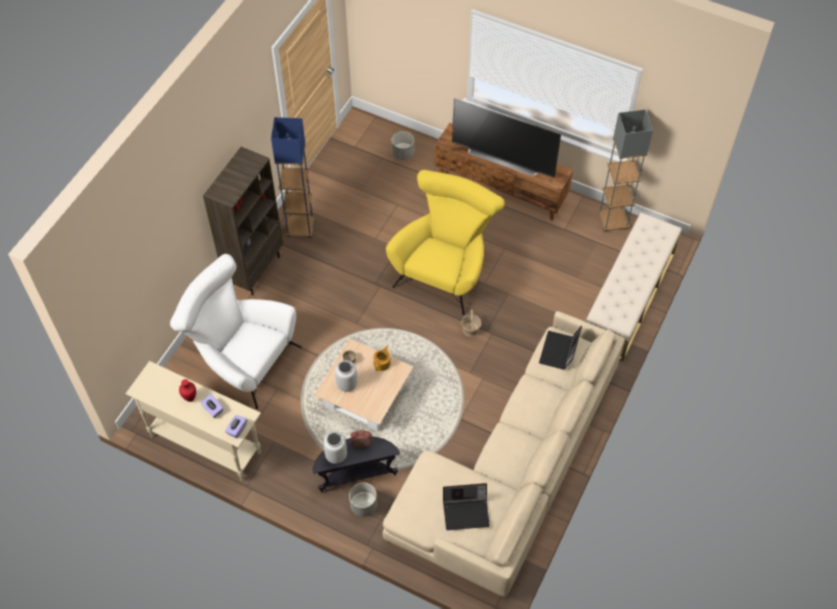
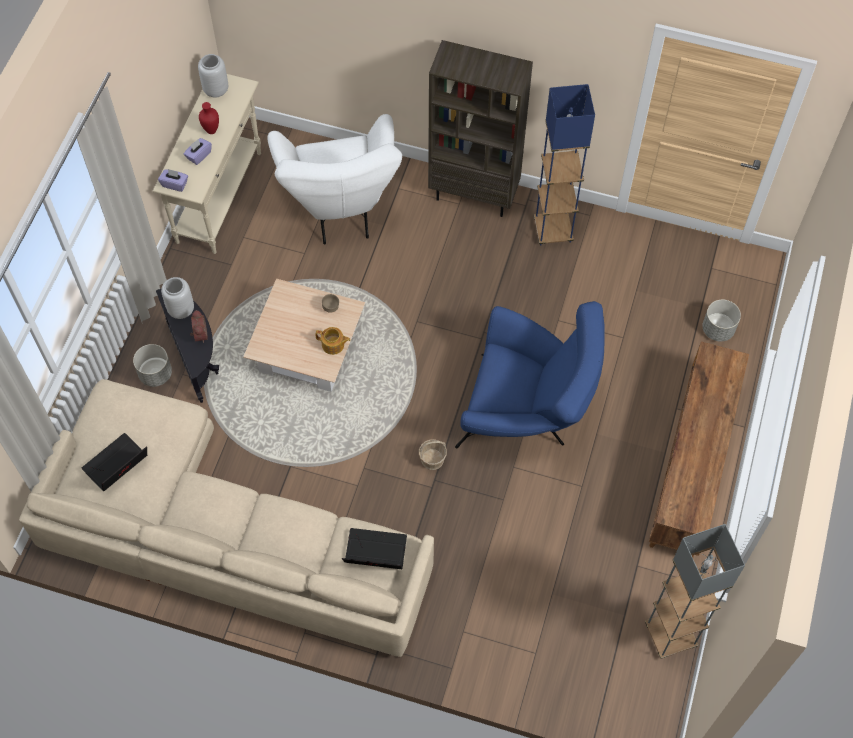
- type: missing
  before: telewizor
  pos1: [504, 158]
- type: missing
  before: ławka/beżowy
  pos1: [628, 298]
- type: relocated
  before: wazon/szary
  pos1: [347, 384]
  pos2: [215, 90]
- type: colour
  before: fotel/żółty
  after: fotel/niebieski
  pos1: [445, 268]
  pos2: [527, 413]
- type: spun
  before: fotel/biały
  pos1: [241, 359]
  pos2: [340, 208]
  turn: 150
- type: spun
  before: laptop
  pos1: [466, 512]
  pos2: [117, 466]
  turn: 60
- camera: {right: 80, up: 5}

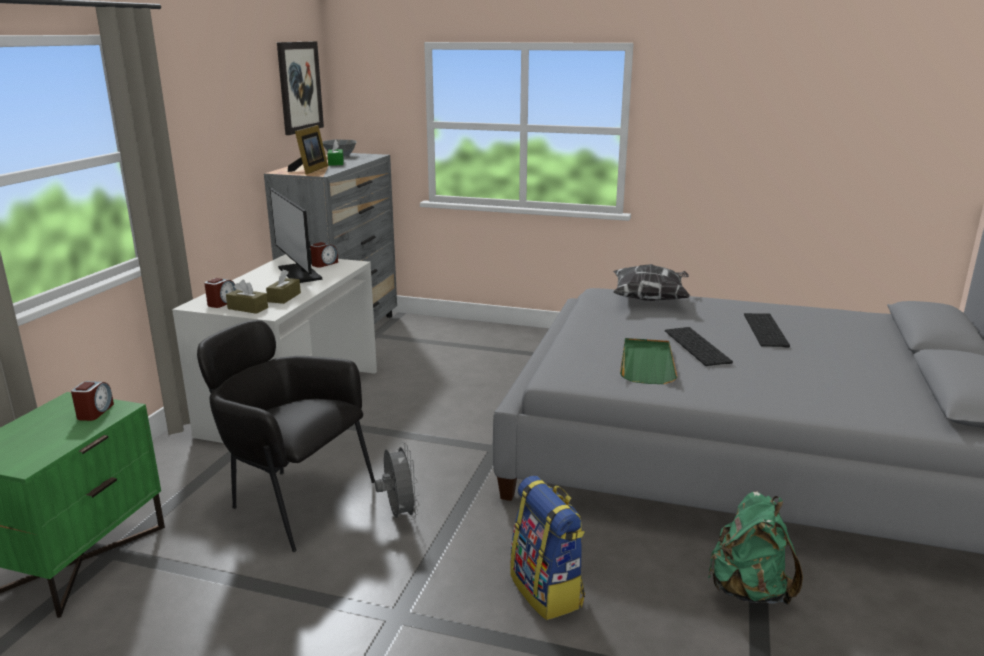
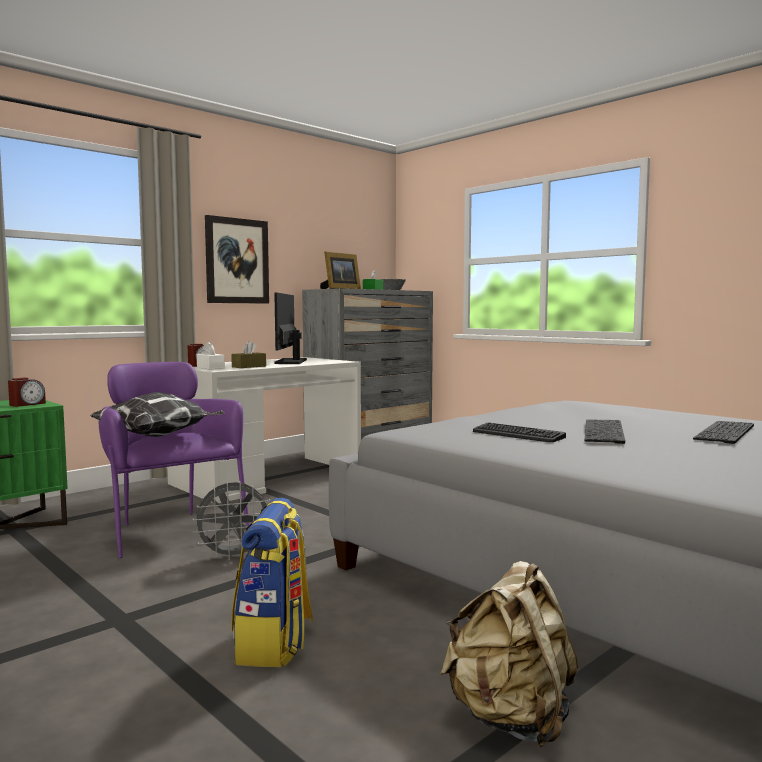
- type: missing
  before: budzik
  pos1: [324, 264]
- type: relocated
  before: obraz
  pos1: [299, 87]
  pos2: [237, 261]
- type: relocated
  before: poduszka
  pos1: [650, 299]
  pos2: [159, 436]
- type: exchanged
  before: taca/zielony
  after: klawiatura
  pos1: [647, 363]
  pos2: [517, 434]
- type: colour
  before: fotel/czarny
  after: fotel/fioletowy
  pos1: [292, 500]
  pos2: [171, 529]
- type: colour
  before: pudełko chusteczek/brązowy
  after: pudełko chusteczek/biały
  pos1: [248, 308]
  pos2: [210, 368]
- type: colour
  before: plecak/zielony
  after: plecak/beżowy
  pos1: [748, 590]
  pos2: [510, 718]
- type: spun
  before: wentylator/szary
  pos1: [399, 514]
  pos2: [234, 556]
  turn: 60
- camera: {right: 30, up: -15}

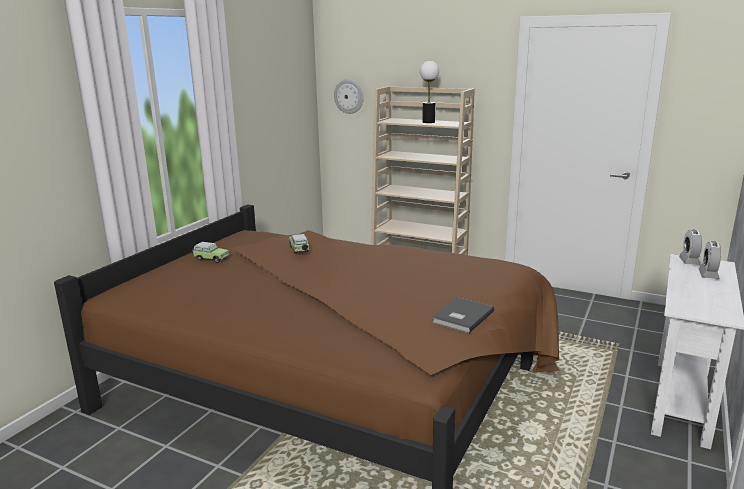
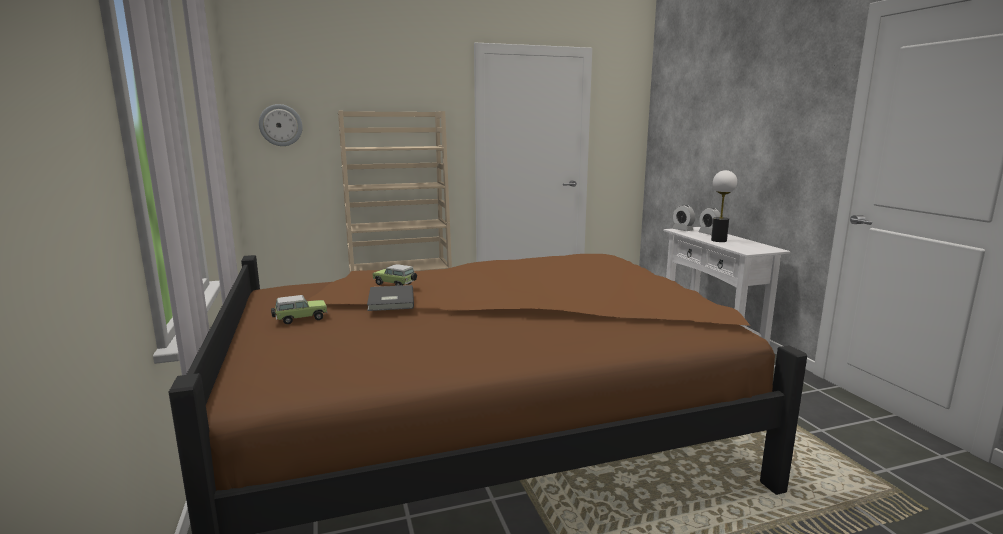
- type: relocated
  before: lampa stołowa
  pos1: [428, 122]
  pos2: [718, 240]
- type: relocated
  before: książka/szary
  pos1: [461, 317]
  pos2: [389, 300]
- camera: {right: -45, up: -5}

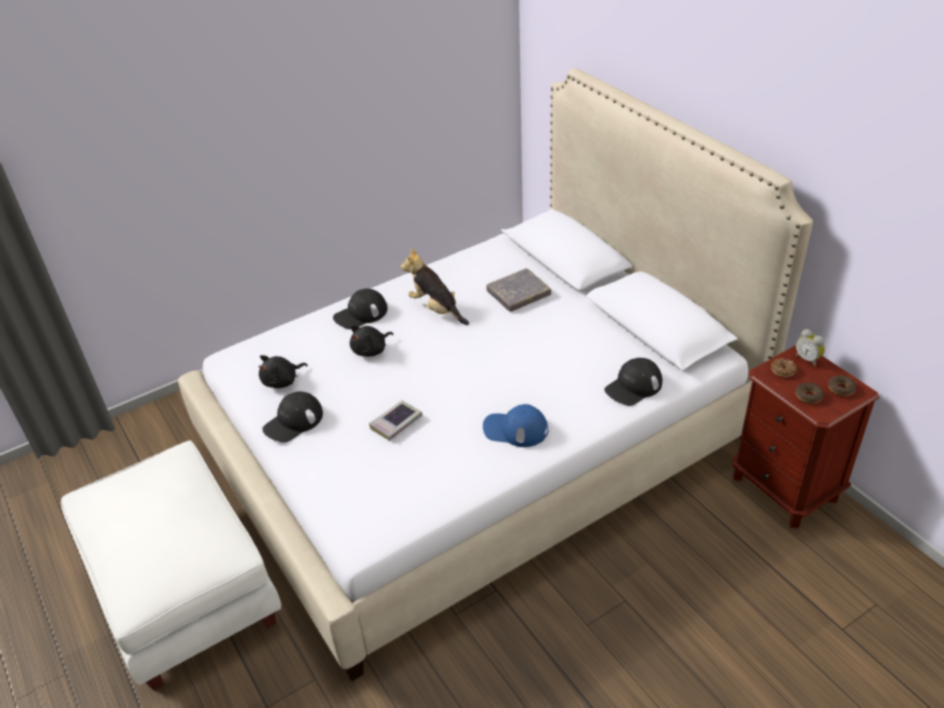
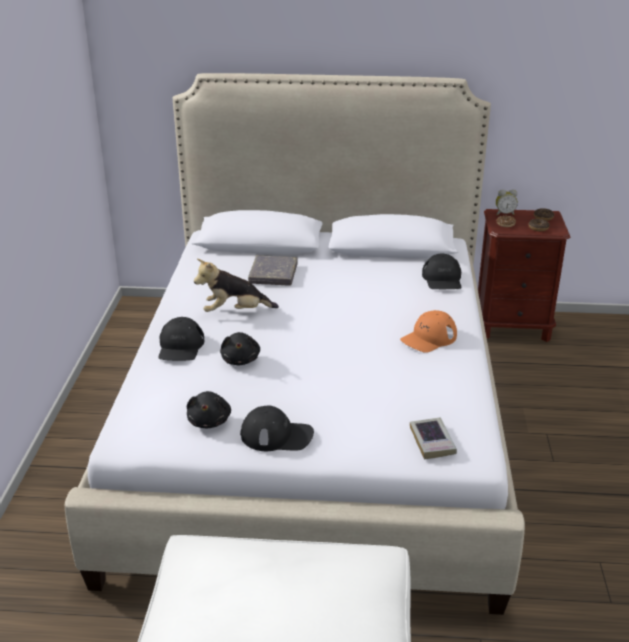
- type: relocated
  before: książka
  pos1: [396, 423]
  pos2: [432, 441]
- type: colour
  before: czapka z daszkiem/niebieski
  after: czapka z daszkiem/pomarańczowy
  pos1: [515, 429]
  pos2: [429, 338]
- type: spun
  before: czapka z daszkiem/czarny
  pos1: [293, 421]
  pos2: [277, 435]
  turn: -75
- camera: {right: -55, up: -10}

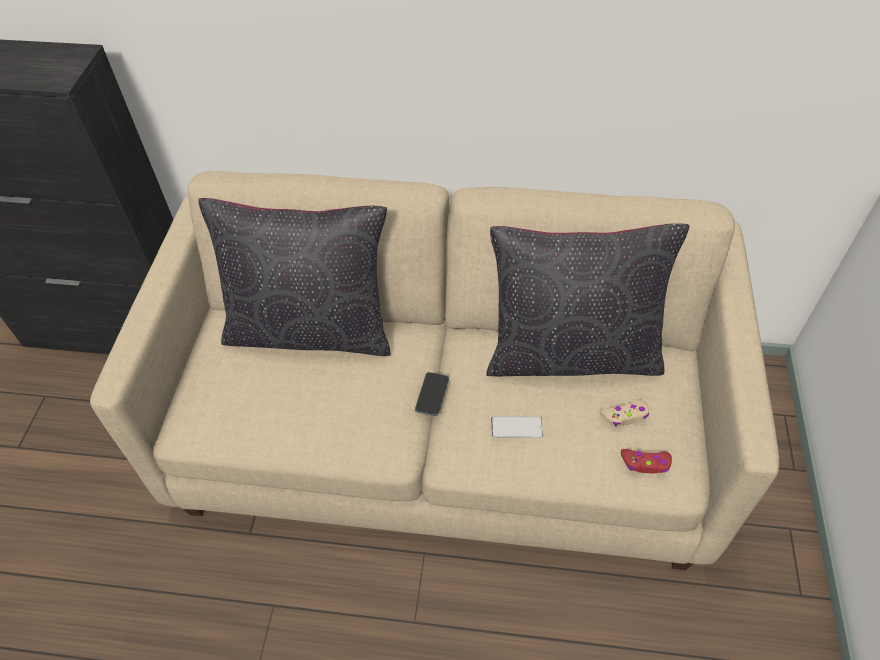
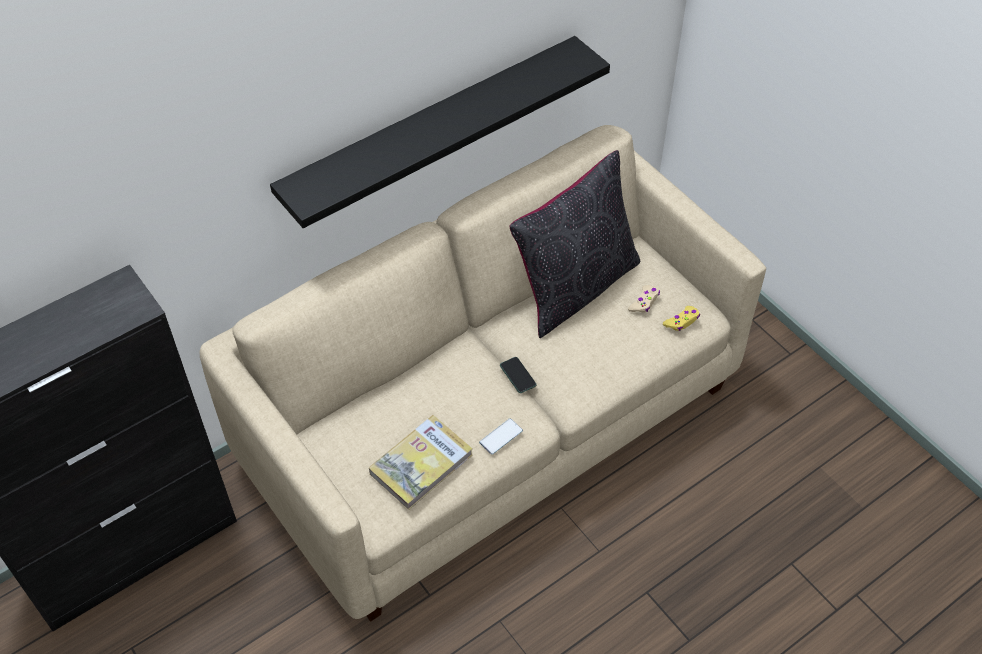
- type: missing
  before: poduszka/czarny
  pos1: [310, 329]
- type: appeared
  after: półka/czarny
  pos2: [432, 131]
- type: appeared
  after: książka
  pos2: [421, 464]
- type: relocated
  before: telefon
  pos1: [516, 427]
  pos2: [501, 436]
- type: colour
  before: pad do gier/czerwony
  after: pad do gier/żółty
  pos1: [645, 463]
  pos2: [682, 321]
- camera: {right: -45, up: 0}

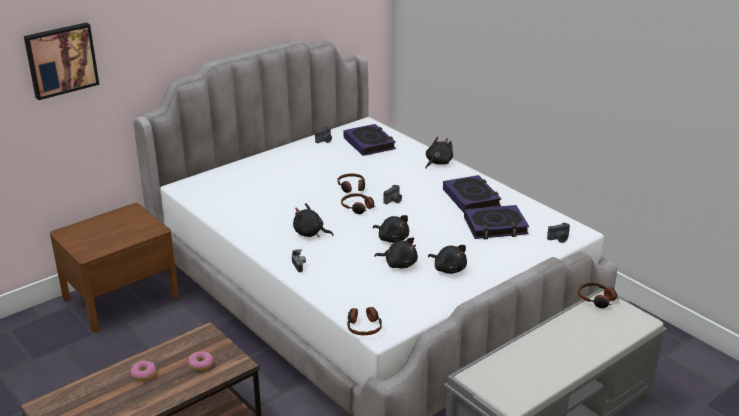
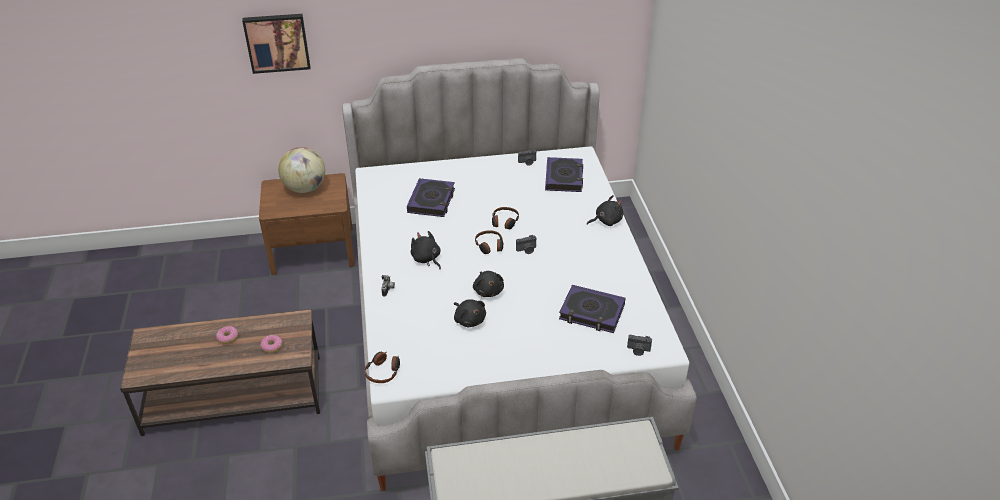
- type: missing
  before: pluszak/czarny
  pos1: [448, 269]
- type: missing
  before: słuchawki
  pos1: [597, 299]
- type: appeared
  after: globus
  pos2: [305, 188]
- type: relocated
  before: książka
  pos1: [471, 198]
  pos2: [431, 201]
- camera: {right: 30, up: 10}

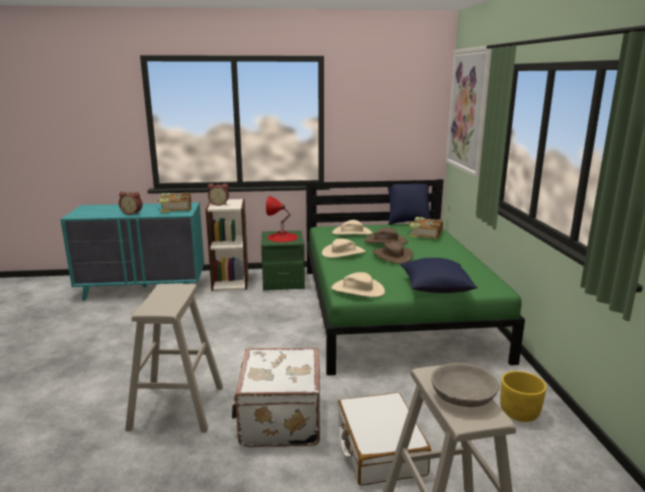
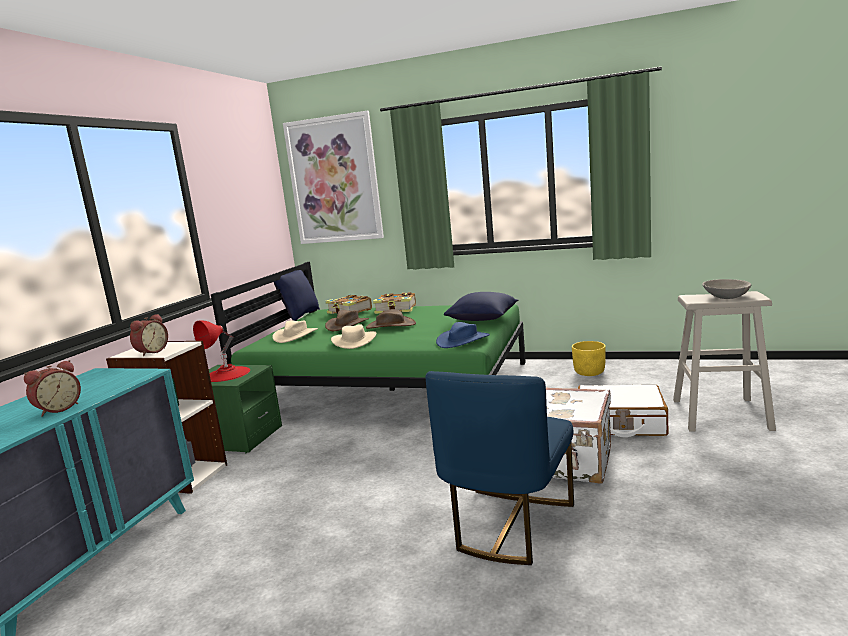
- type: relocated
  before: książka
  pos1: [175, 208]
  pos2: [396, 310]
- type: exchanged
  before: stołek/beżowy
  after: krzesło/niebieski
  pos1: [177, 407]
  pos2: [508, 525]
- type: colour
  before: kapelusz/beżowy
  after: kapelusz/niebieski
  pos1: [358, 290]
  pos2: [463, 340]
- camera: {right: -65, up: -5}

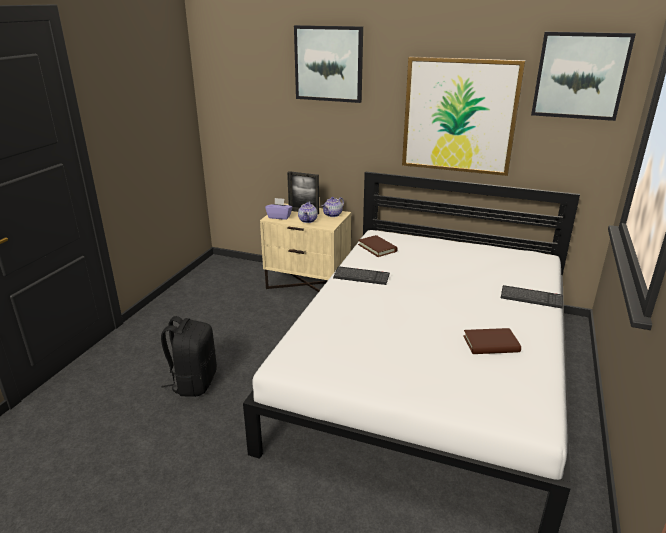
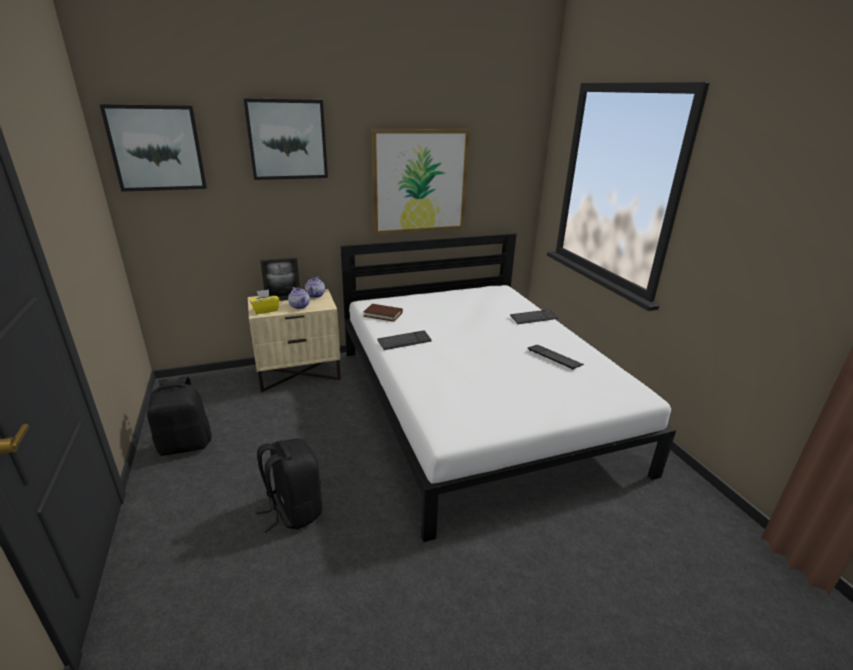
- type: appeared
  after: plecak/czarny
  pos2: [185, 444]
- type: relocated
  before: obraz
  pos1: [580, 76]
  pos2: [157, 148]
- type: exchanged
  before: książka/brązowy
  after: klawiatura
  pos1: [491, 344]
  pos2: [554, 357]
- type: colour
  before: pudełko chusteczek/fioletowy
  after: pudełko chusteczek/żółty
  pos1: [279, 217]
  pos2: [265, 310]
- camera: {right: -40, up: 0}

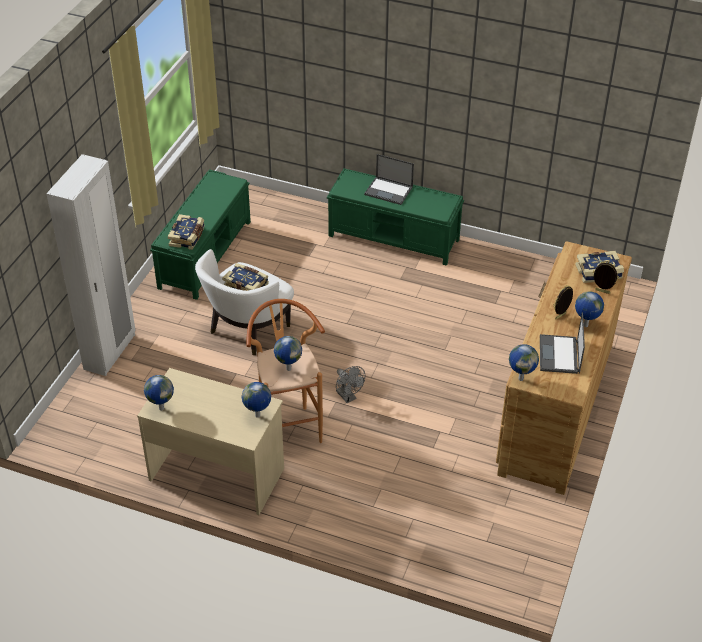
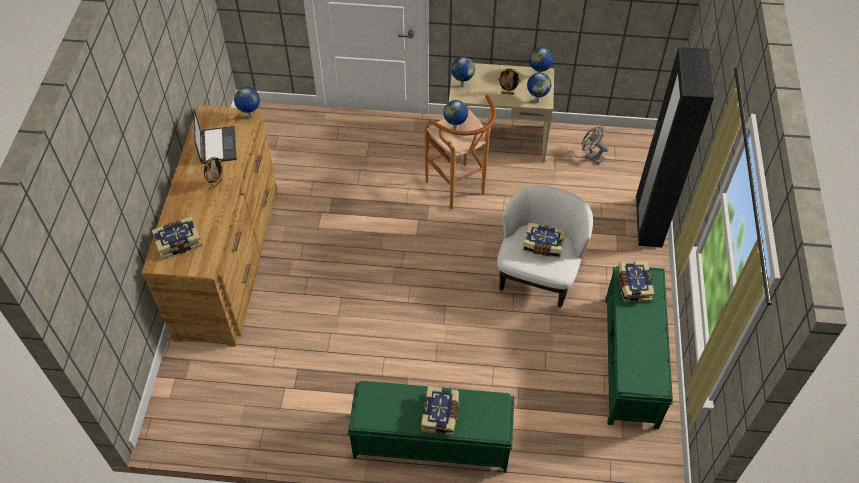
- type: relocated
  before: wentylator/szary
  pos1: [348, 397]
  pos2: [591, 156]
- type: relocated
  before: globus
  pos1: [585, 326]
  pos2: [537, 101]
- type: relocated
  before: ramka na zdjęcie
  pos1: [602, 292]
  pos2: [507, 93]
- type: exchanged
  before: laptop
  after: książka
  pos1: [389, 191]
  pos2: [441, 414]
- type: colour
  before: szafa/biały
  after: szafa/czarny
  pos1: [110, 352]
  pos2: [648, 223]
- camera: {right: 165, up: 10}

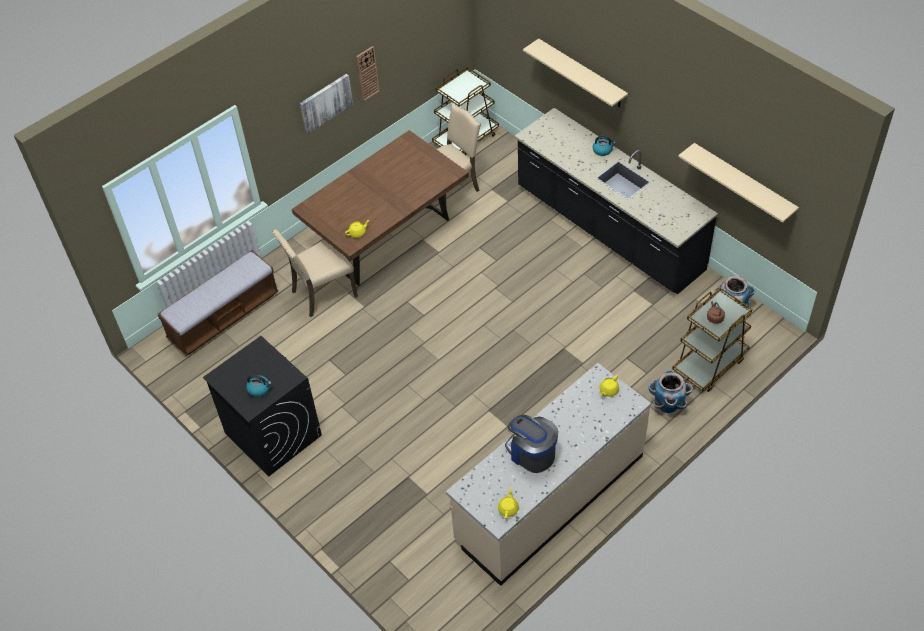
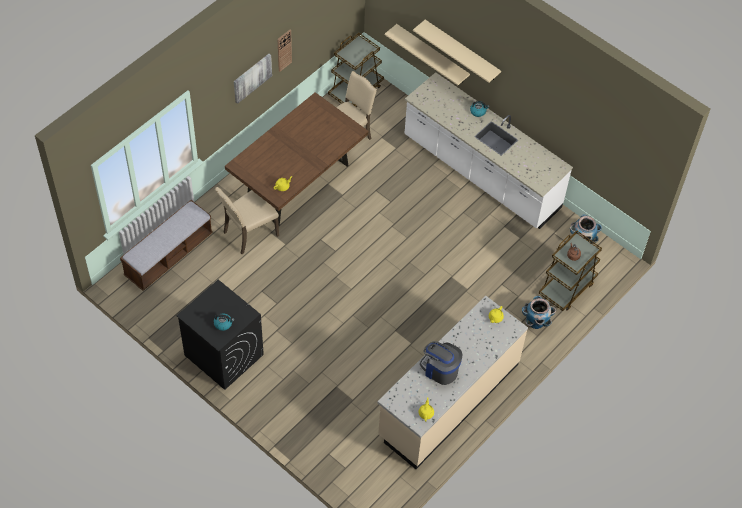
- type: relocated
  before: półka/beżowy
  pos1: [743, 183]
  pos2: [432, 54]
- type: colour
  before: zabudowa kuchenna/czarny
  after: zabudowa kuchenna/biały
  pos1: [608, 230]
  pos2: [481, 173]
- camera: {right: -10, up: 5}

